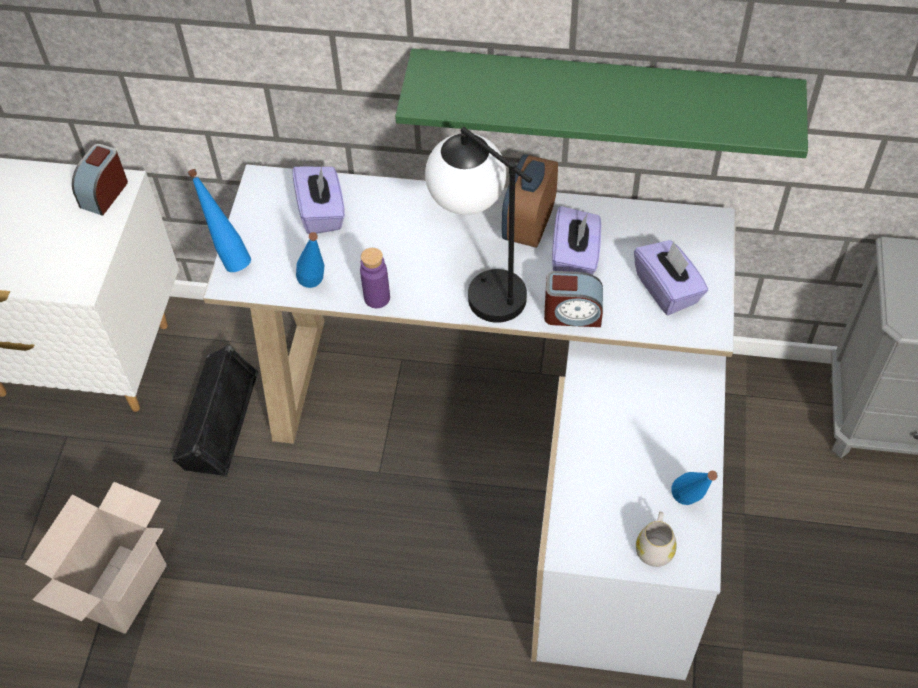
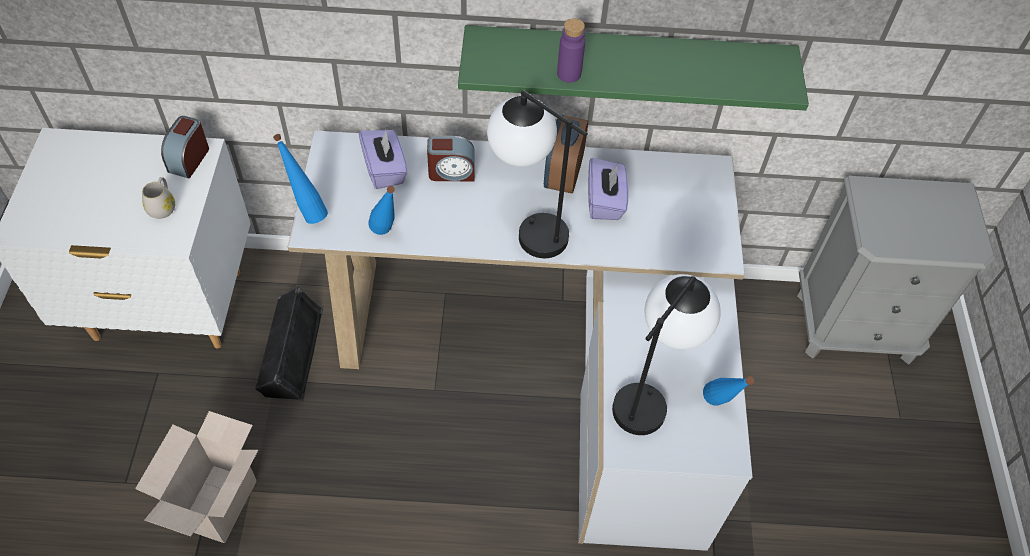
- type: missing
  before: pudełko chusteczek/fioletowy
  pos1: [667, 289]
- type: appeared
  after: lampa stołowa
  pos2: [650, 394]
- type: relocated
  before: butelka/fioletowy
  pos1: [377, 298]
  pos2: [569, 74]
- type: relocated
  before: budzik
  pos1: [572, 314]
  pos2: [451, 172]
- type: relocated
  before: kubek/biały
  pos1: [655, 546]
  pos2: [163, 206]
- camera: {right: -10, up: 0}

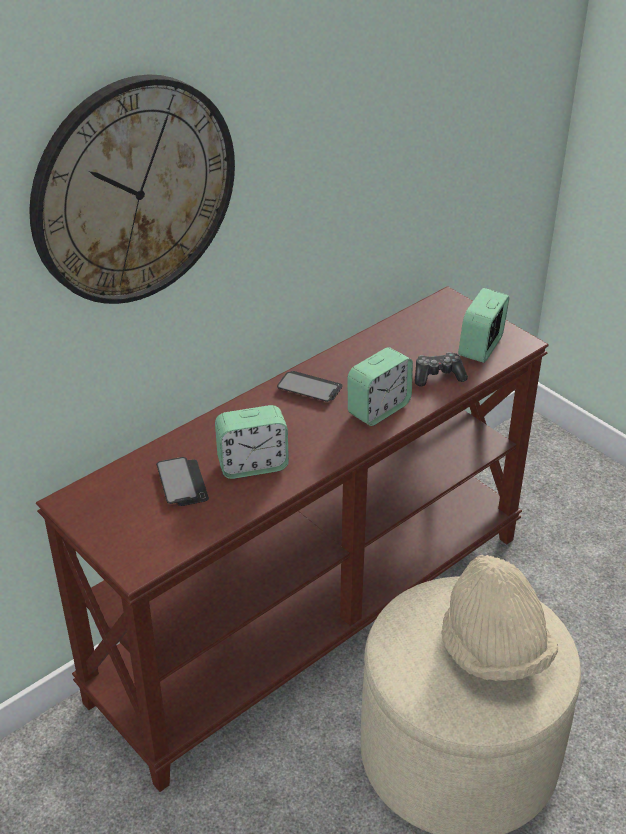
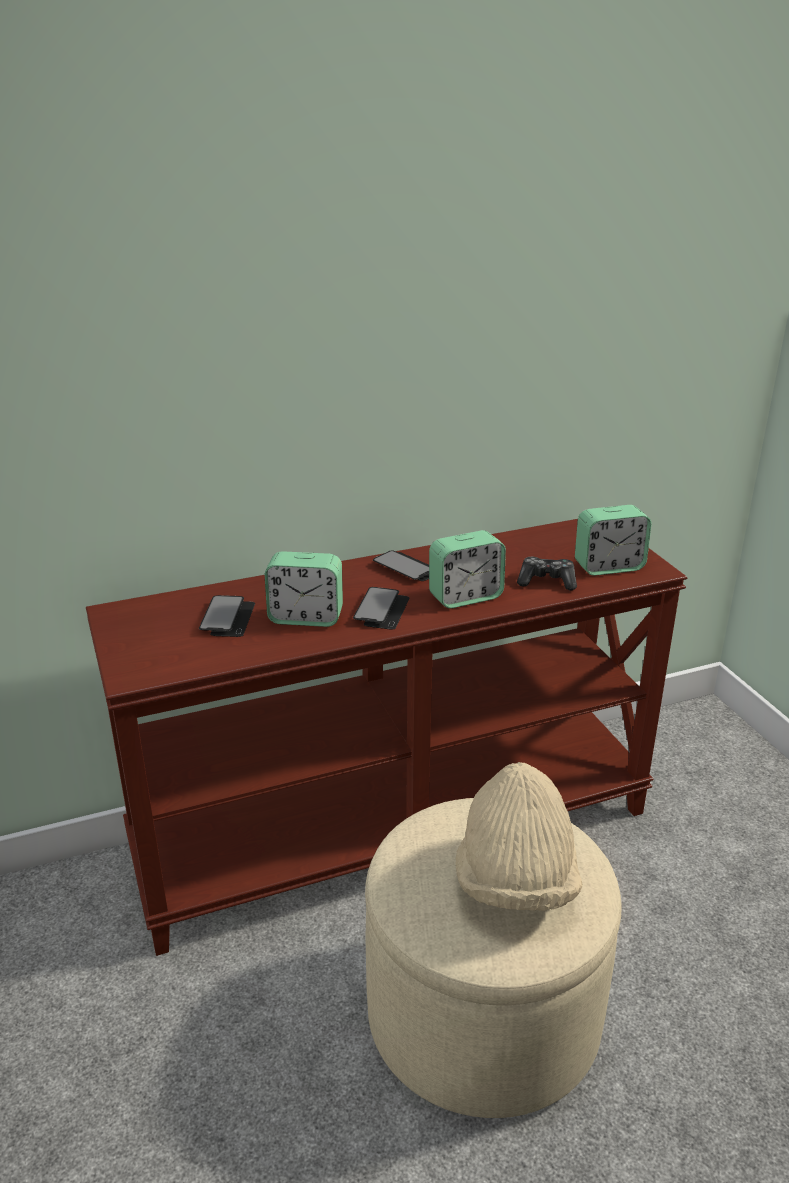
- type: missing
  before: zegar ścienny
  pos1: [134, 191]
- type: appeared
  after: telefon
  pos2: [381, 610]
- type: spun
  before: budzik
  pos1: [481, 347]
  pos2: [609, 566]
  turn: -150
- camera: {right: 20, up: -10}

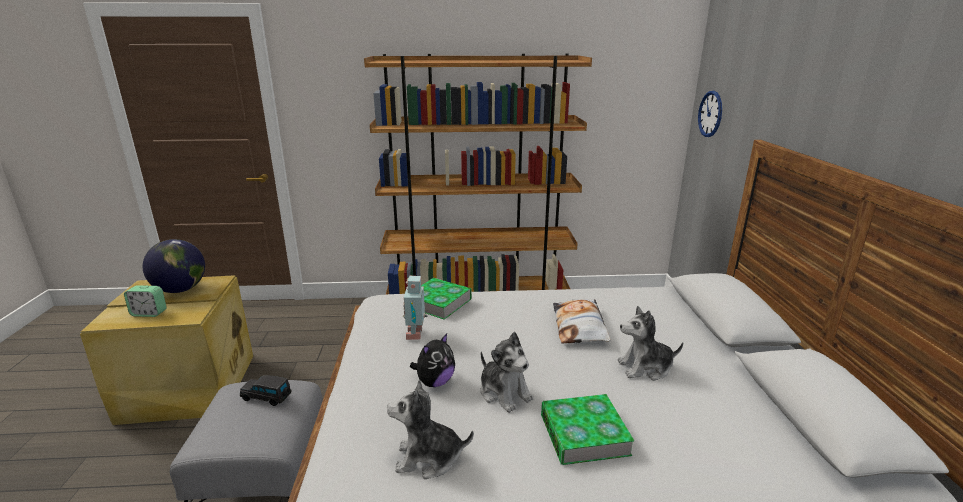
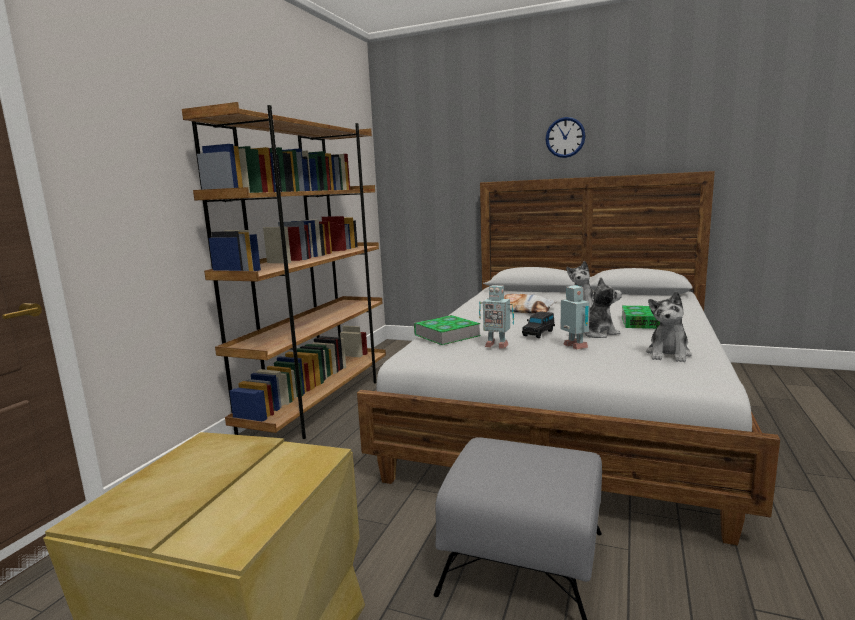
- type: missing
  before: budzik
  pos1: [149, 313]
- type: missing
  before: globus
  pos1: [181, 289]
- type: relocated
  before: samochodzik/czarny
  pos1: [267, 397]
  pos2: [539, 333]
- type: relocated
  before: zegar ścienny
  pos1: [710, 114]
  pos2: [565, 137]
- type: exchanged
  before: pluszak
  after: robot zabawkowy
  pos1: [434, 382]
  pos2: [574, 347]
- camera: {right: -65, up: -10}

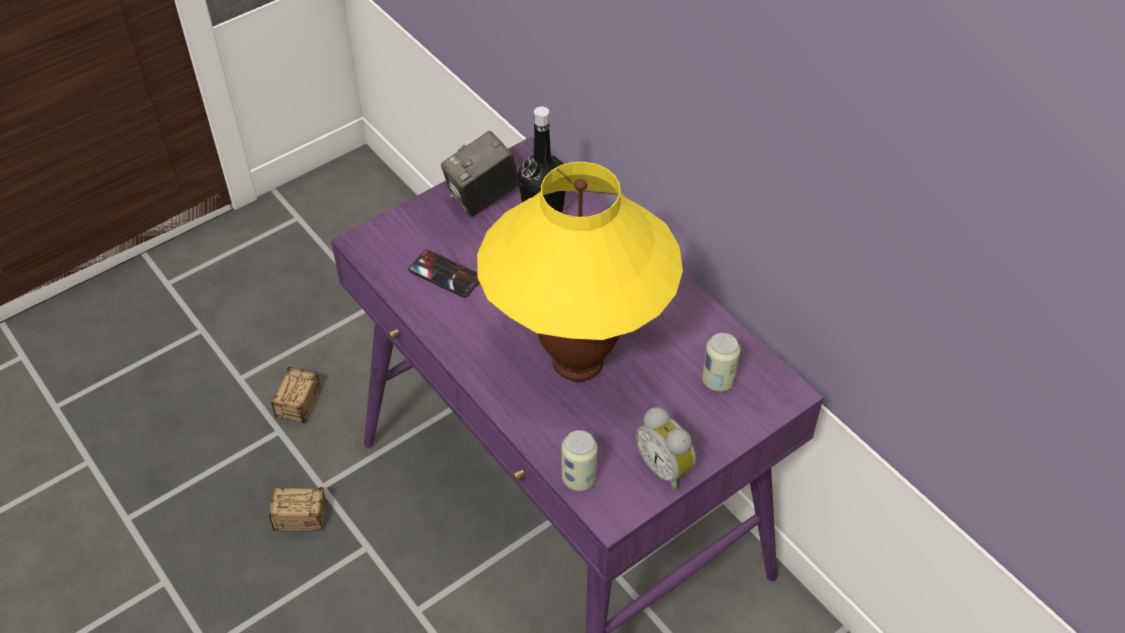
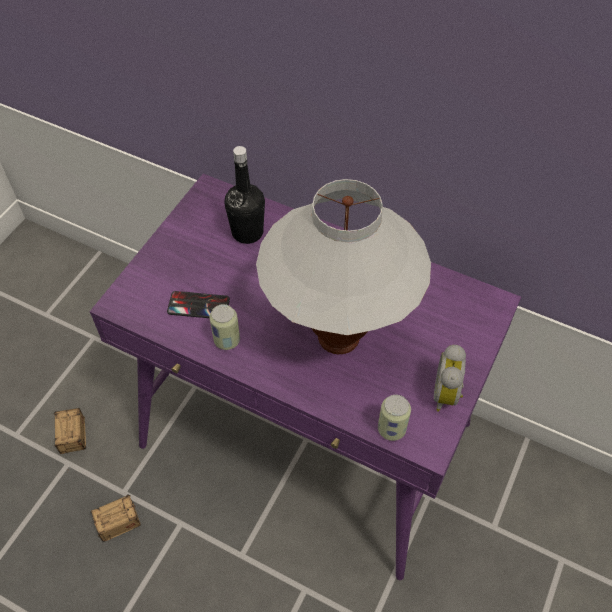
- type: missing
  before: aparat fotograficzny
  pos1: [482, 198]
- type: relocated
  before: puszka
  pos1: [718, 381]
  pos2: [227, 340]
- type: colour
  before: lampa stołowa/żółty
  after: lampa stołowa/biały
  pos1: [578, 363]
  pos2: [339, 338]
- type: spun
  before: budzik
  pos1: [665, 467]
  pos2: [447, 394]
  turn: 75
- camera: {right: -25, up: 5}

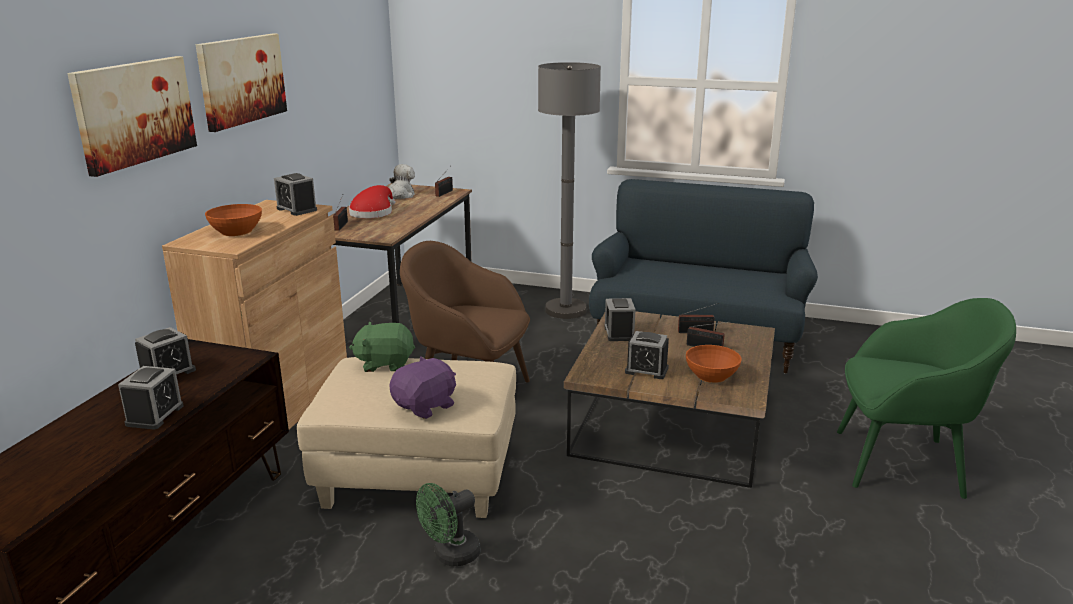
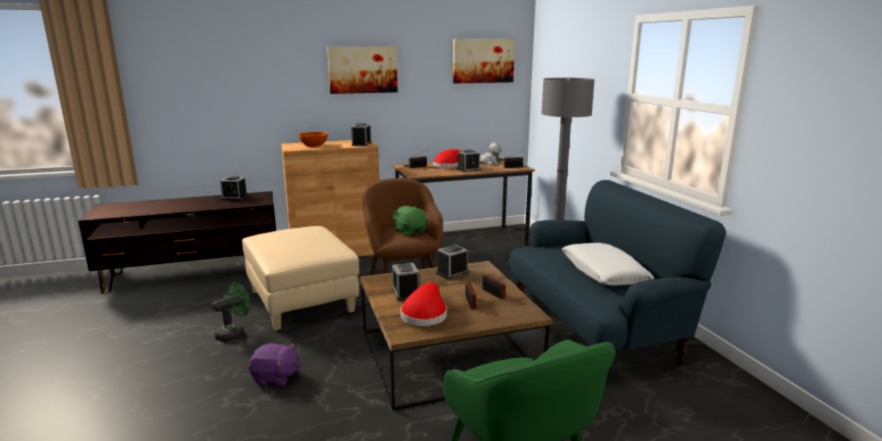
- type: appeared
  after: poduszka/biały
  pos2: [603, 273]
- type: relocated
  before: obraz
  pos1: [134, 112]
  pos2: [483, 61]
- type: relocated
  before: budzik
  pos1: [155, 415]
  pos2: [468, 170]
- type: relocated
  before: pluszak/zielony
  pos1: [385, 364]
  pos2: [410, 231]
- type: relocated
  before: pluszak/fioletowy
  pos1: [425, 406]
  pos2: [276, 377]
- type: exchanged
  before: miska/pomarańczowy
  after: kapelusz/czerwony
  pos1: [711, 376]
  pos2: [425, 314]
- type: spun
  before: wentylator/zielony
  pos1: [450, 556]
  pos2: [234, 333]
  turn: 120
- camera: {right: 55, up: -5}

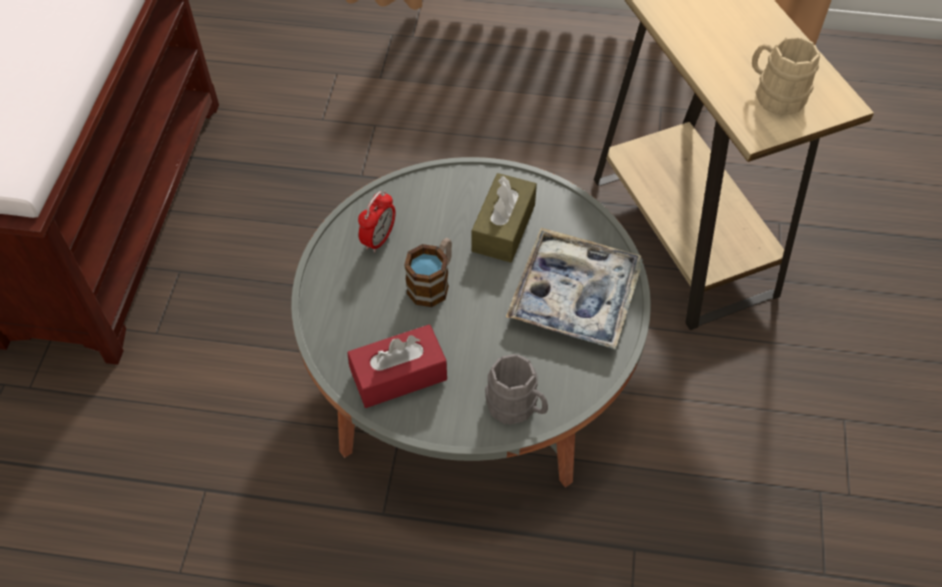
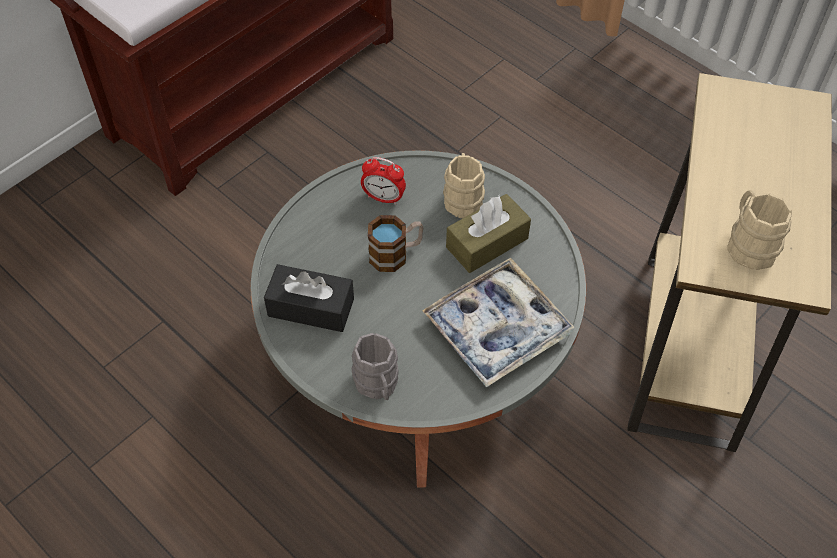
- type: appeared
  after: kubek/beżowy
  pos2: [463, 198]
- type: colour
  before: pudełko chusteczek/czerwony
  after: pudełko chusteczek/czarny
  pos1: [398, 375]
  pos2: [311, 307]
- type: spun
  before: budzik
  pos1: [379, 239]
  pos2: [383, 198]
  turn: 45
- camera: {right: 35, up: 0}

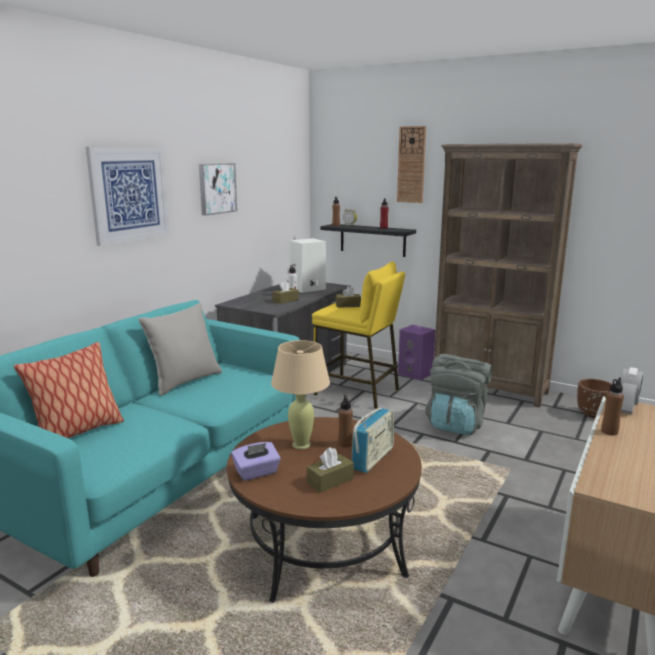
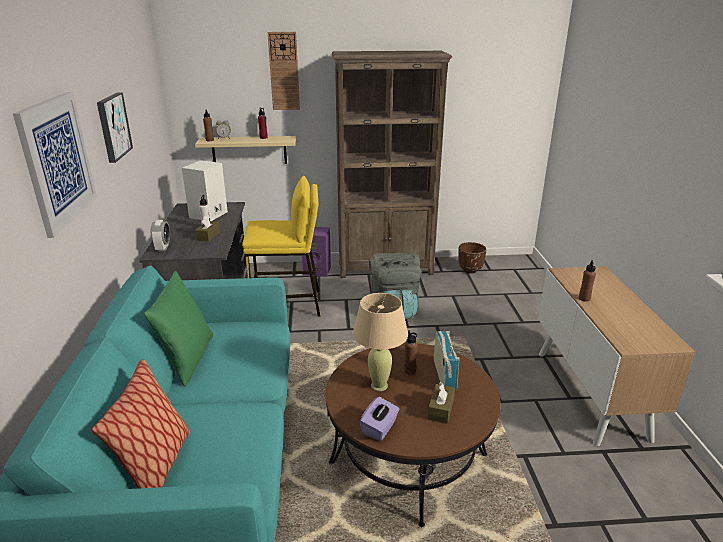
- type: missing
  before: pudełko chusteczek/brązowy
  pos1: [348, 305]
- type: relocated
  before: budzik
  pos1: [626, 408]
  pos2: [163, 248]
- type: colour
  before: poduszka/szary
  after: poduszka/zielony
  pos1: [184, 381]
  pos2: [187, 359]
- type: colour
  before: półka/czarny
  after: półka/beżowy
  pos1: [372, 240]
  pos2: [249, 150]
- camera: {right: -35, up: 10}

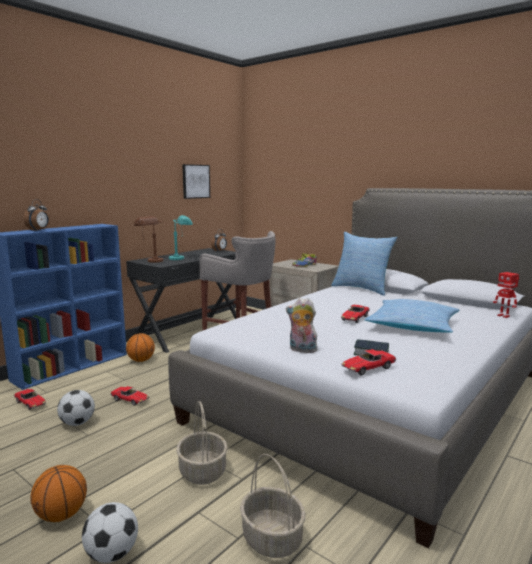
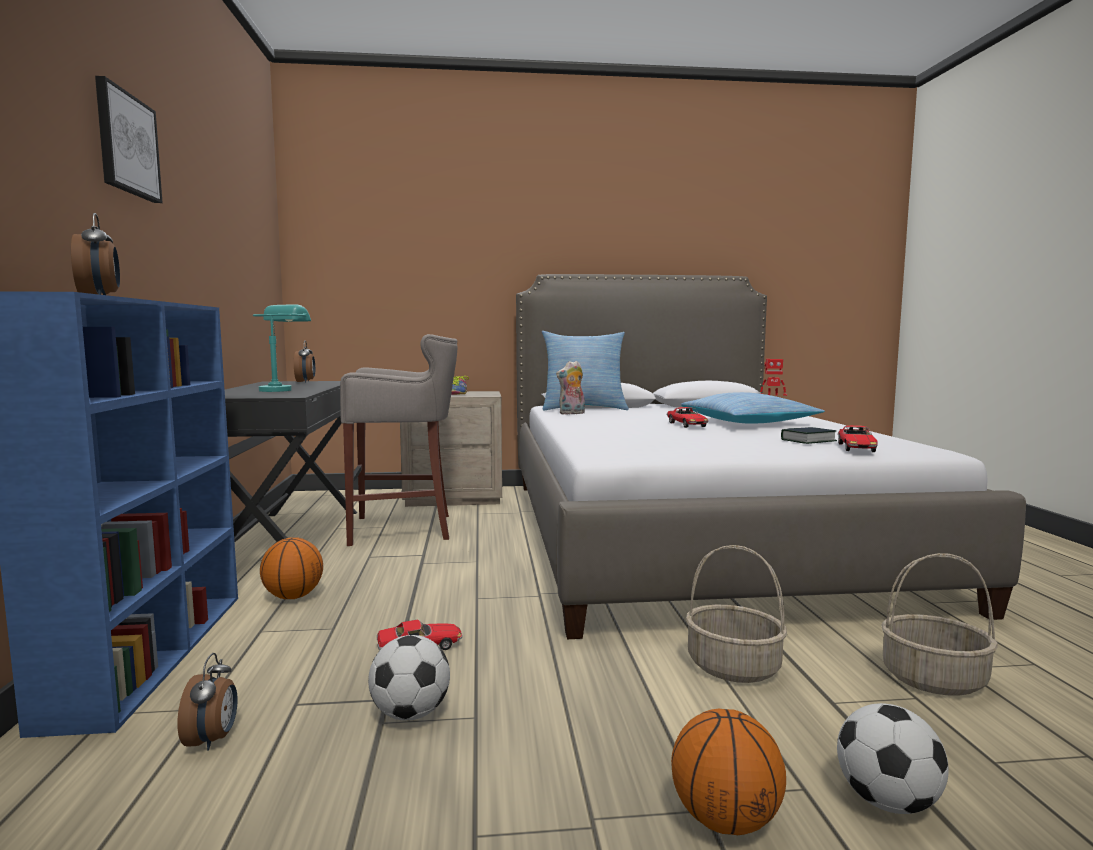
- type: missing
  before: lampa stołowa/brązowy
  pos1: [150, 260]
- type: relocated
  before: obraz
  pos1: [195, 181]
  pos2: [127, 144]
- type: relocated
  before: pluszak
  pos1: [301, 350]
  pos2: [572, 413]
- type: exchanged
  before: samochodzik
  after: budzik
  pos1: [31, 403]
  pos2: [213, 739]
- camera: {right: -45, up: -5}

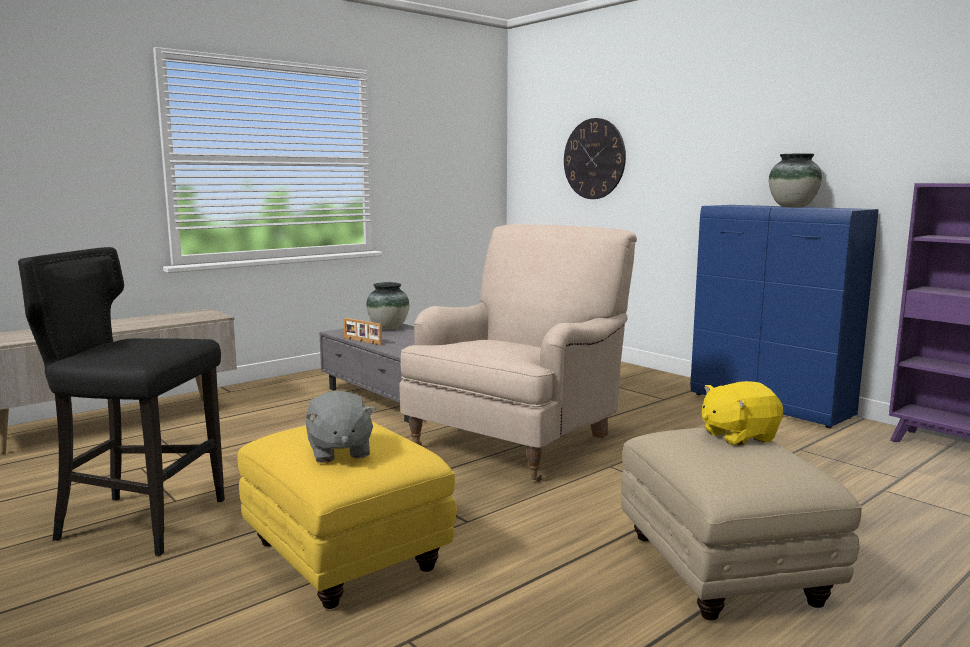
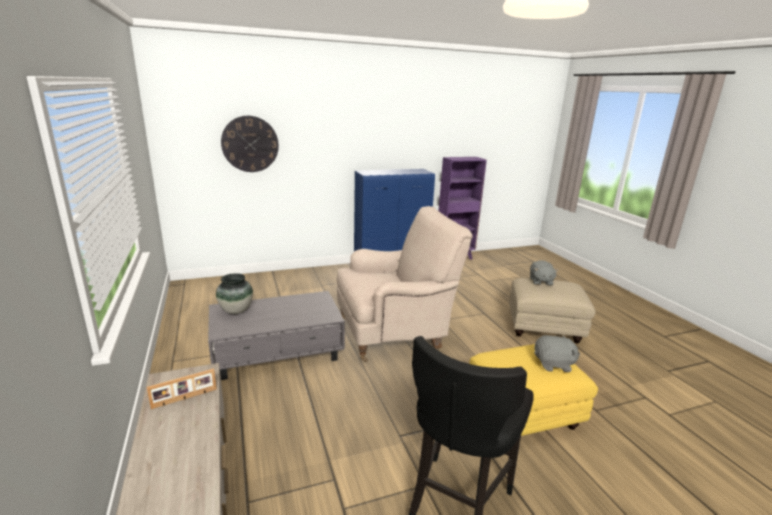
- type: missing
  before: wazon
  pos1: [793, 207]
- type: relocated
  before: ramka na zdjęcie
  pos1: [362, 341]
  pos2: [184, 398]
- type: colour
  before: pluszak/żółty
  after: pluszak/szary
  pos1: [738, 436]
  pos2: [540, 281]
- type: spun
  before: fotel/beżowy
  pos1: [517, 441]
  pos2: [394, 333]
  turn: 105
- camera: {right: -70, up: 10}

